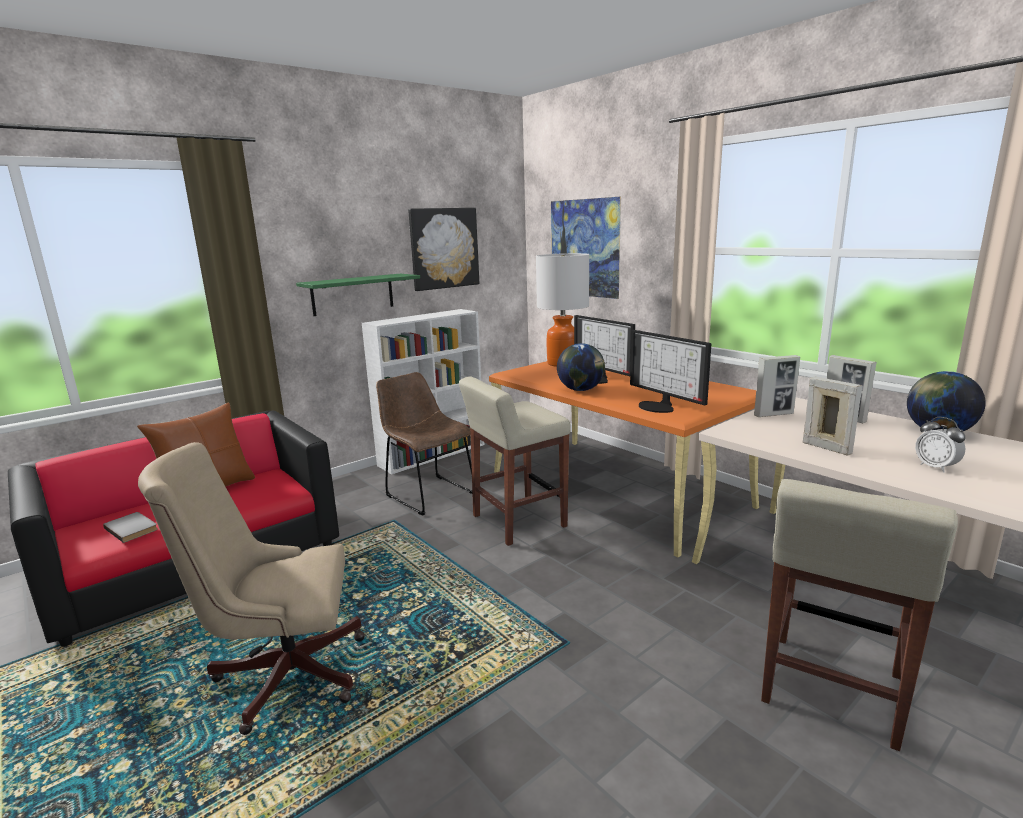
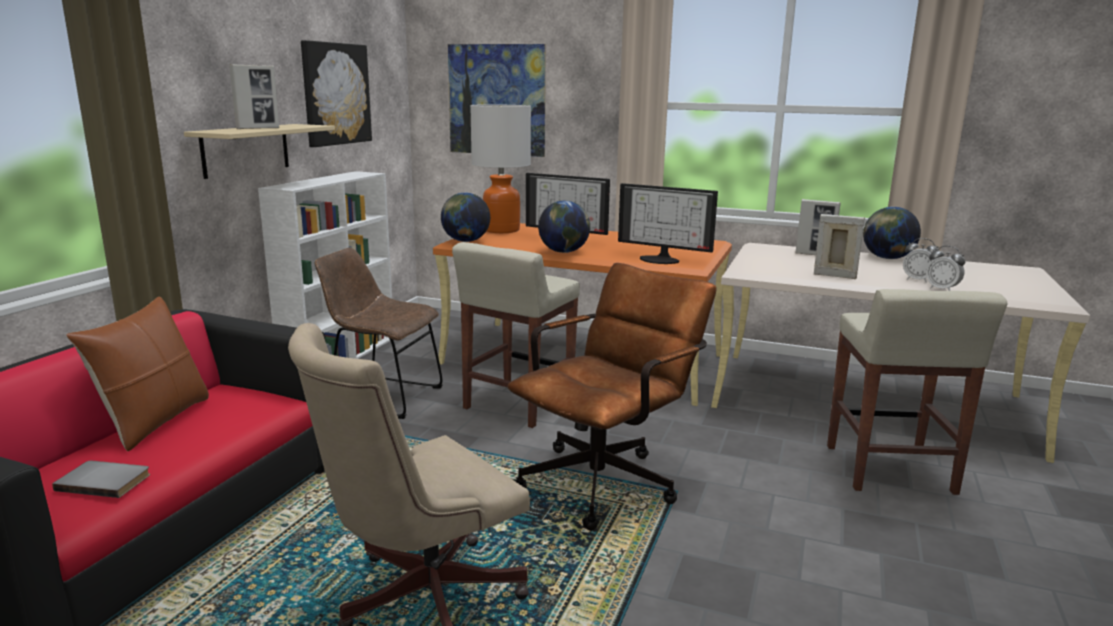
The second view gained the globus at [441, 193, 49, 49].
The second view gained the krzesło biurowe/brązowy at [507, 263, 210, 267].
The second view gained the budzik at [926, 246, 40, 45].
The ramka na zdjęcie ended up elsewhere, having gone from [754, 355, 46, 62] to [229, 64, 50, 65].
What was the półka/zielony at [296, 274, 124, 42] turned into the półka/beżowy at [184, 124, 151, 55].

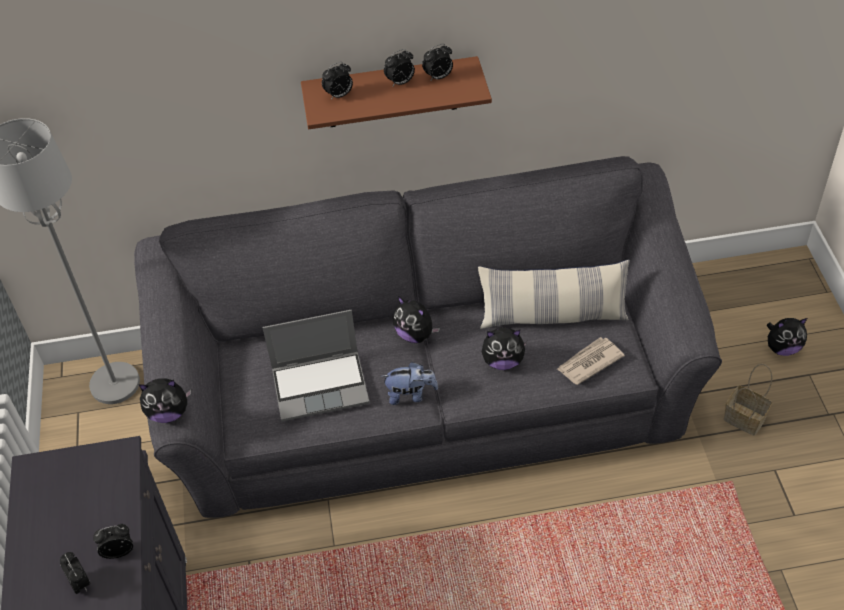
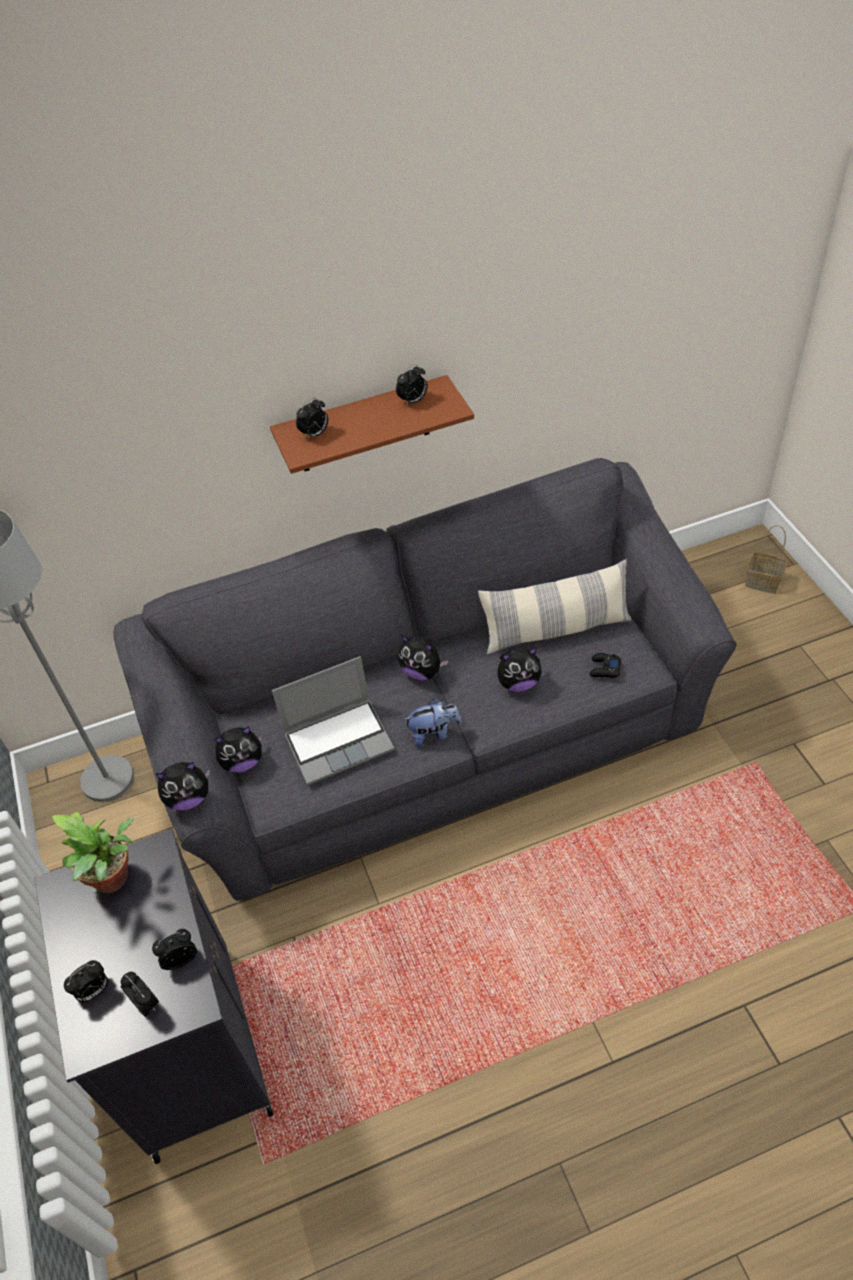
The second view gained the roślina doniczkowa at [51, 812, 83, 81].
The budzik ended up elsewhere, having gone from [384, 49, 31, 37] to [64, 960, 44, 43].
The koszyk ended up elsewhere, having gone from [724, 364, 49, 72] to [745, 525, 42, 69].
The pluszak ended up elsewhere, having gone from [767, 318, 40, 38] to [215, 726, 47, 47].
Where the gazeta stood at [557, 337, 68, 48], the pad do gier/czarny came to stand at [590, 653, 31, 25].

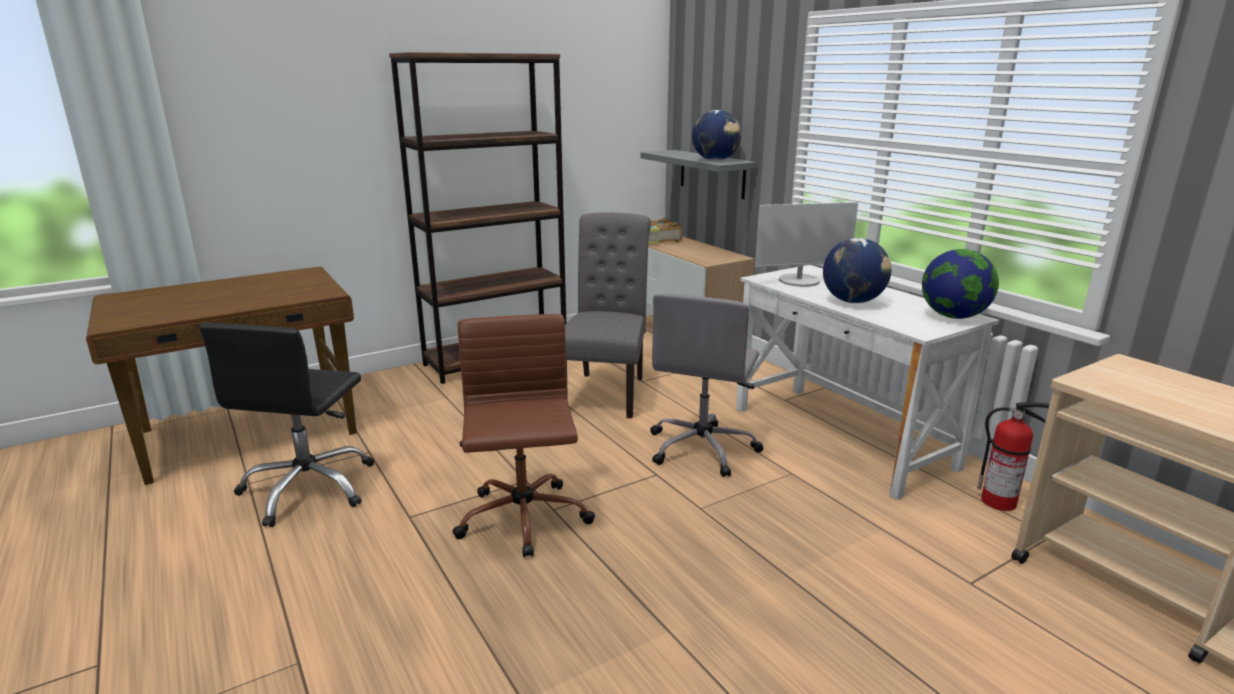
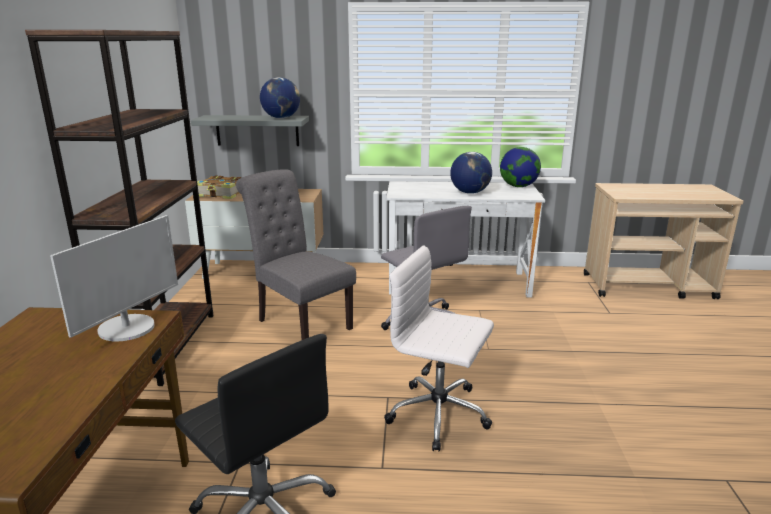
The second view lost the gaśnica at [977, 402, 72, 109].
The monitor ended up elsewhere, having gone from [755, 202, 103, 85] to [50, 215, 128, 126].
What was the krzesło biurowe/brązowy at [452, 314, 143, 244] turned into the krzesło biurowe/biały at [384, 245, 110, 207].

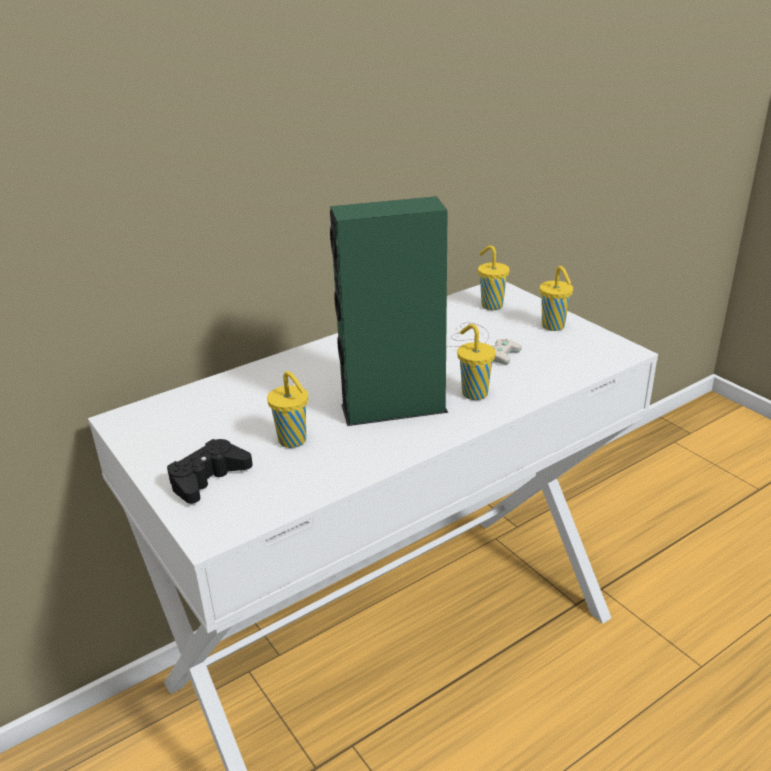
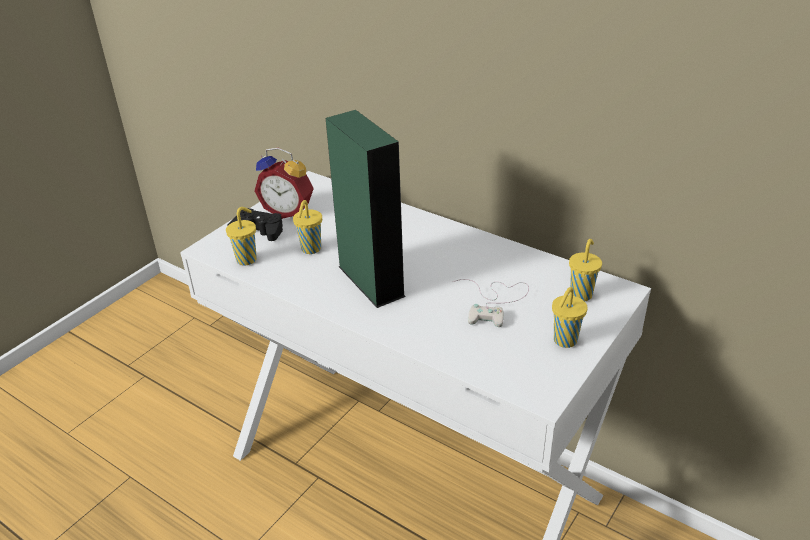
The second view gained the budzik at [254, 148, 60, 71].
The filiżanka/żółty ended up elsewhere, having gone from [457, 324, 38, 76] to [226, 207, 31, 58].

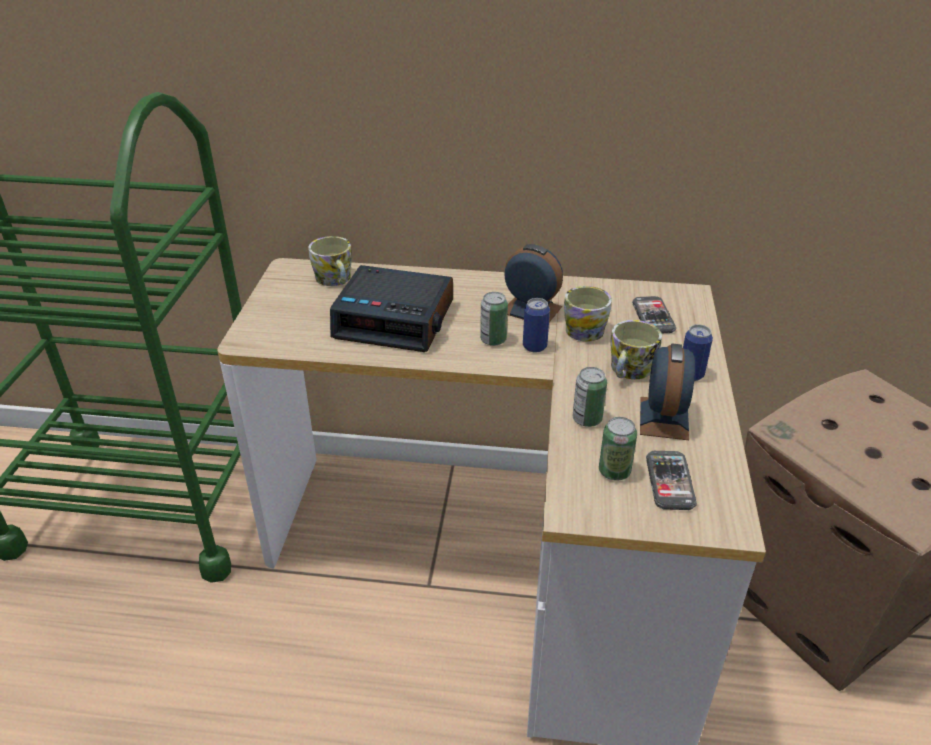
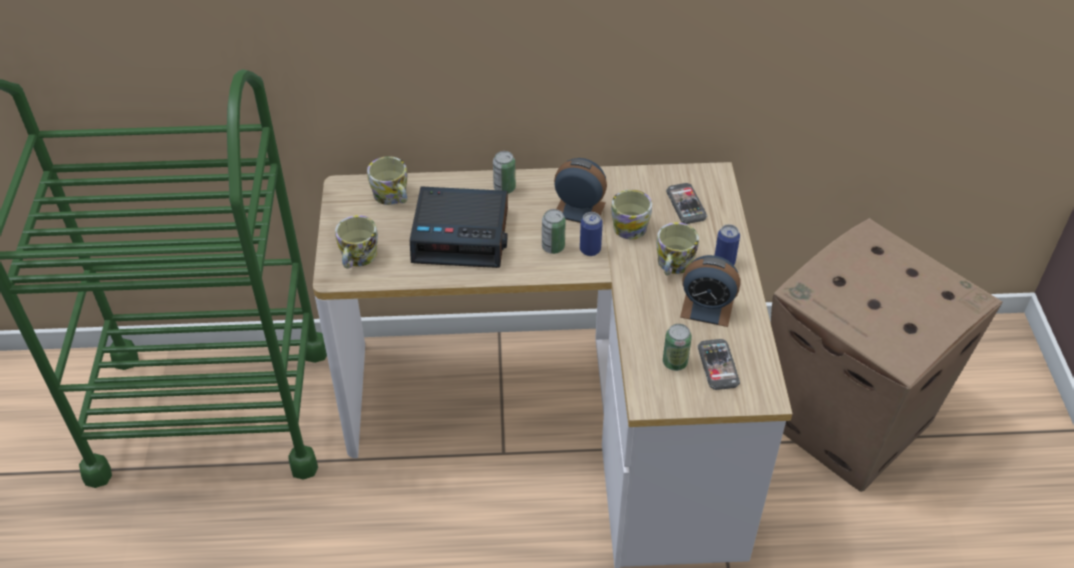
The second view gained the kubek at [335, 215, 43, 54].
The puszka ended up elsewhere, having gone from [573, 367, 34, 60] to [493, 151, 23, 43].
The budzik at [640, 344, 55, 96] ended up facing another way, 105 degrees clockwise from before.

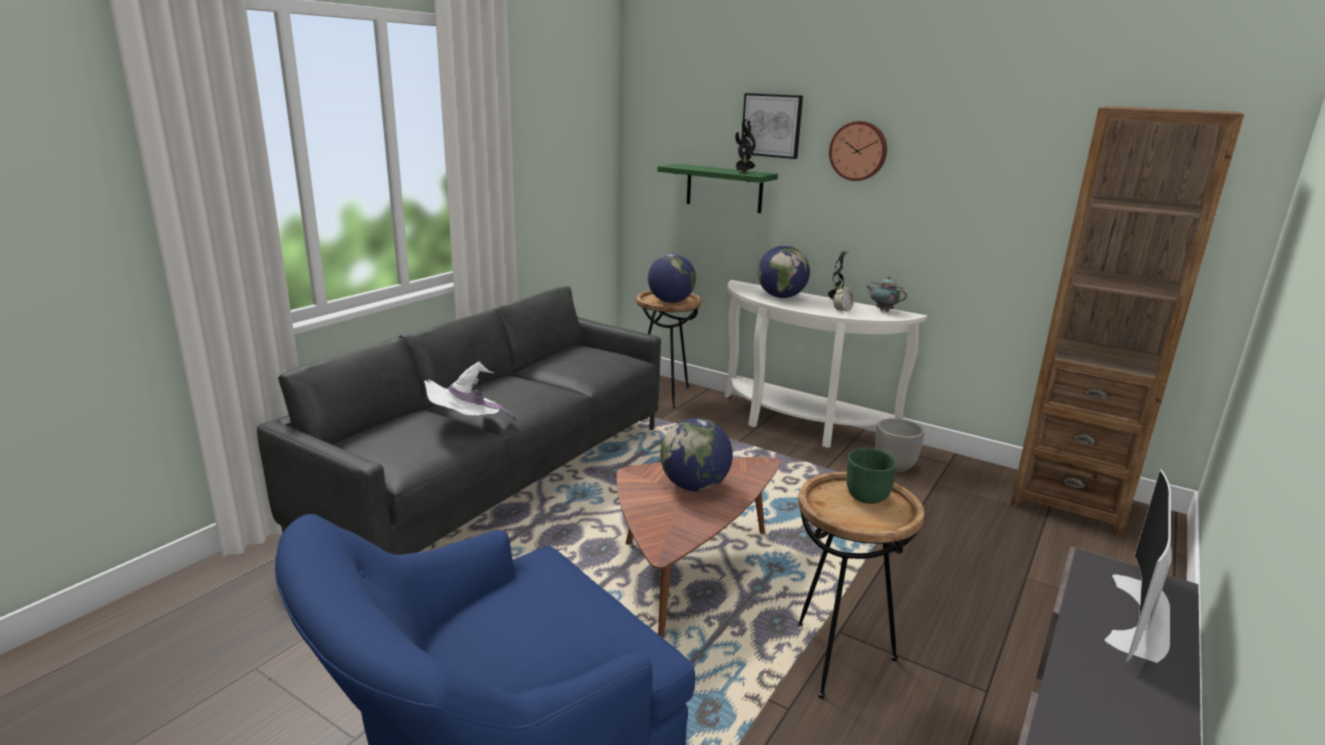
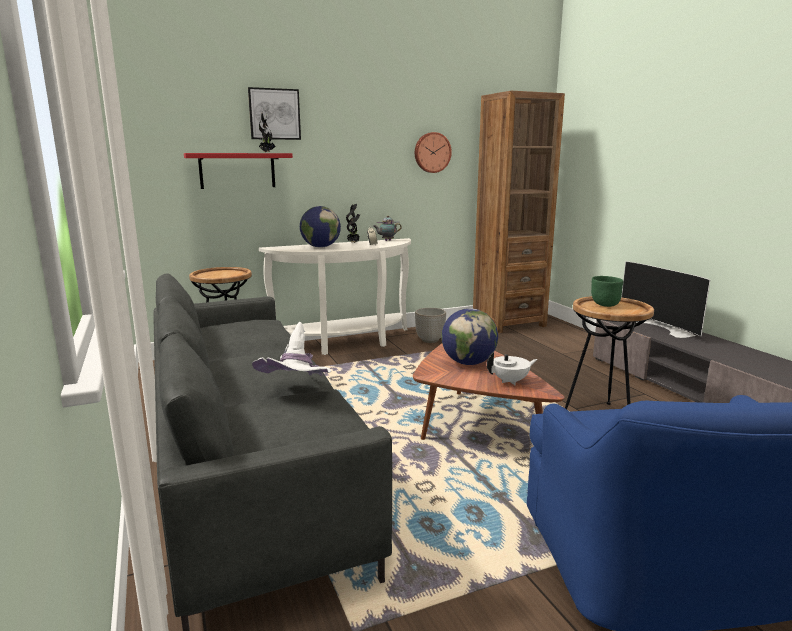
The second view lost the globus at [648, 254, 48, 49].
The second view gained the imbryk/biały at [487, 352, 51, 33].
The zegar ścienny ended up elsewhere, having gone from [829, 121, 58, 60] to [415, 132, 37, 41].
What was the półka/zielony at [657, 164, 121, 49] turned into the półka/czerwony at [184, 153, 109, 36].

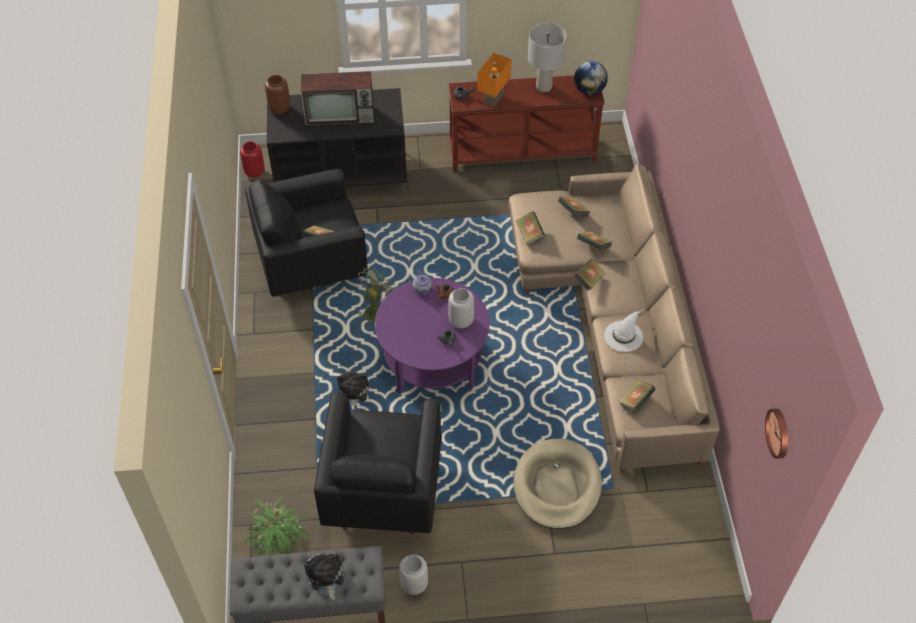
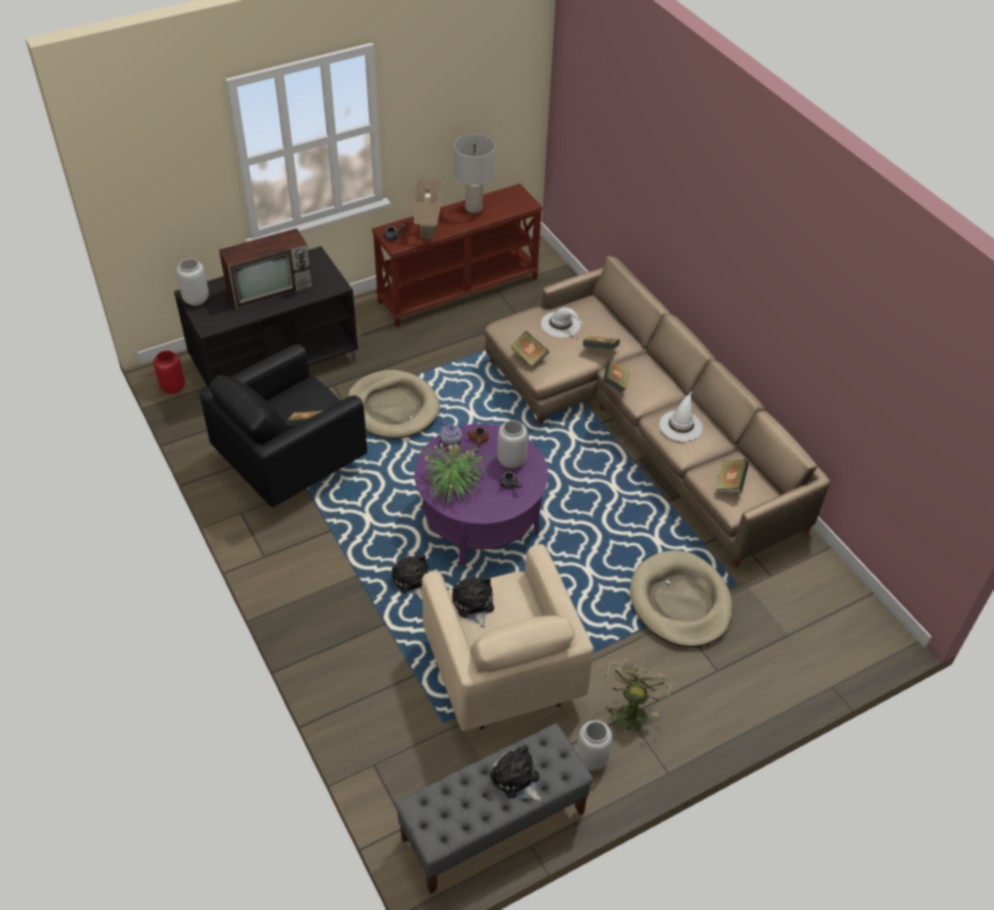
The second view lost the globus at [574, 61, 34, 34].
The second view lost the zegar ścienny at [765, 408, 23, 51].
The second view gained the legowisko/beżowy at [348, 370, 92, 69].
The second view gained the pluszak at [452, 576, 42, 52].
The roślina doniczkowa ended up elsewhere, having gone from [243, 496, 68, 60] to [418, 441, 75, 68].
The wentylator/zielony ended up elsewhere, having gone from [358, 266, 38, 57] to [605, 659, 67, 77].
Where the książka stood at [558, 197, 32, 19], the kapelusz/biały came to stand at [541, 307, 42, 30].
What was the wazon/brązowy at [265, 75, 25, 39] turned into the wazon/szary at [176, 259, 33, 47].
What was the fotel/czarny at [314, 393, 128, 141] turned into the fotel/beżowy at [422, 544, 172, 187].
What was the lampa stołowa/pomarańczowy at [477, 53, 35, 54] turned into the lampa stołowa/beżowy at [413, 180, 28, 59].

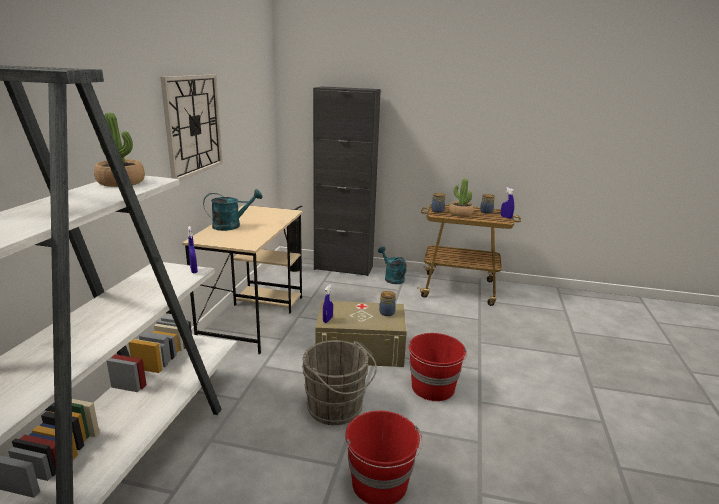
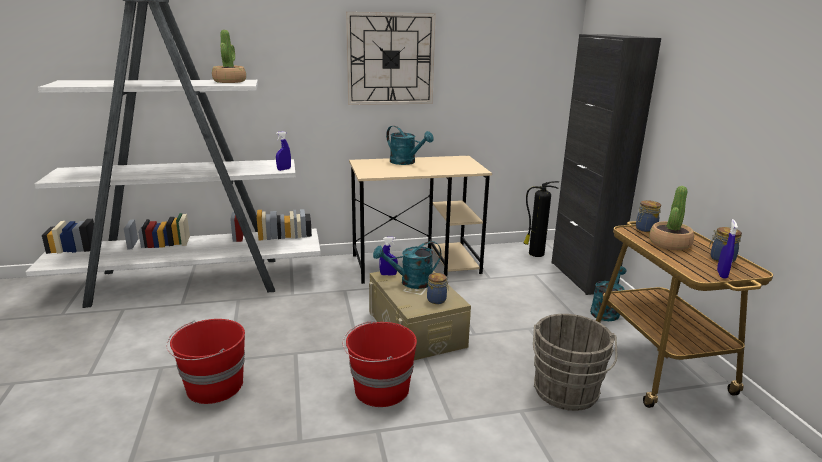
The second view gained the konewka/turkusowy at [373, 241, 68, 48].
The wiadro/szary ended up elsewhere, having gone from [302, 340, 75, 85] to [533, 314, 85, 97].

